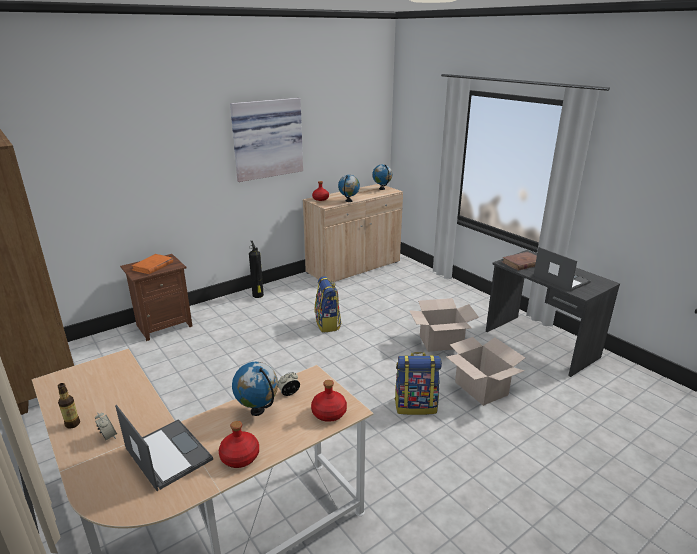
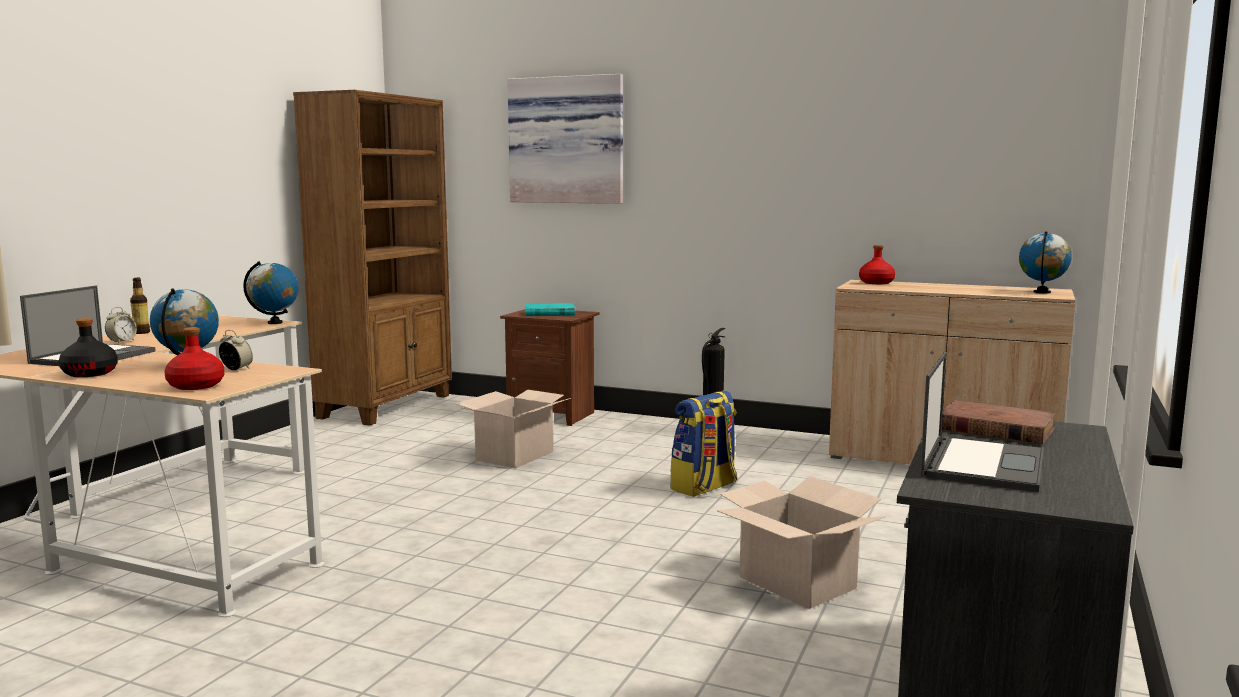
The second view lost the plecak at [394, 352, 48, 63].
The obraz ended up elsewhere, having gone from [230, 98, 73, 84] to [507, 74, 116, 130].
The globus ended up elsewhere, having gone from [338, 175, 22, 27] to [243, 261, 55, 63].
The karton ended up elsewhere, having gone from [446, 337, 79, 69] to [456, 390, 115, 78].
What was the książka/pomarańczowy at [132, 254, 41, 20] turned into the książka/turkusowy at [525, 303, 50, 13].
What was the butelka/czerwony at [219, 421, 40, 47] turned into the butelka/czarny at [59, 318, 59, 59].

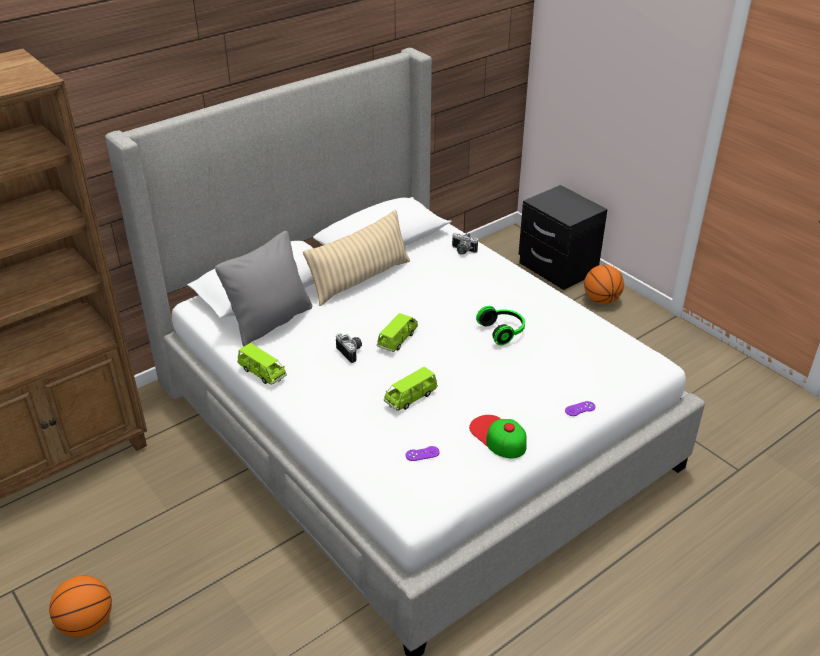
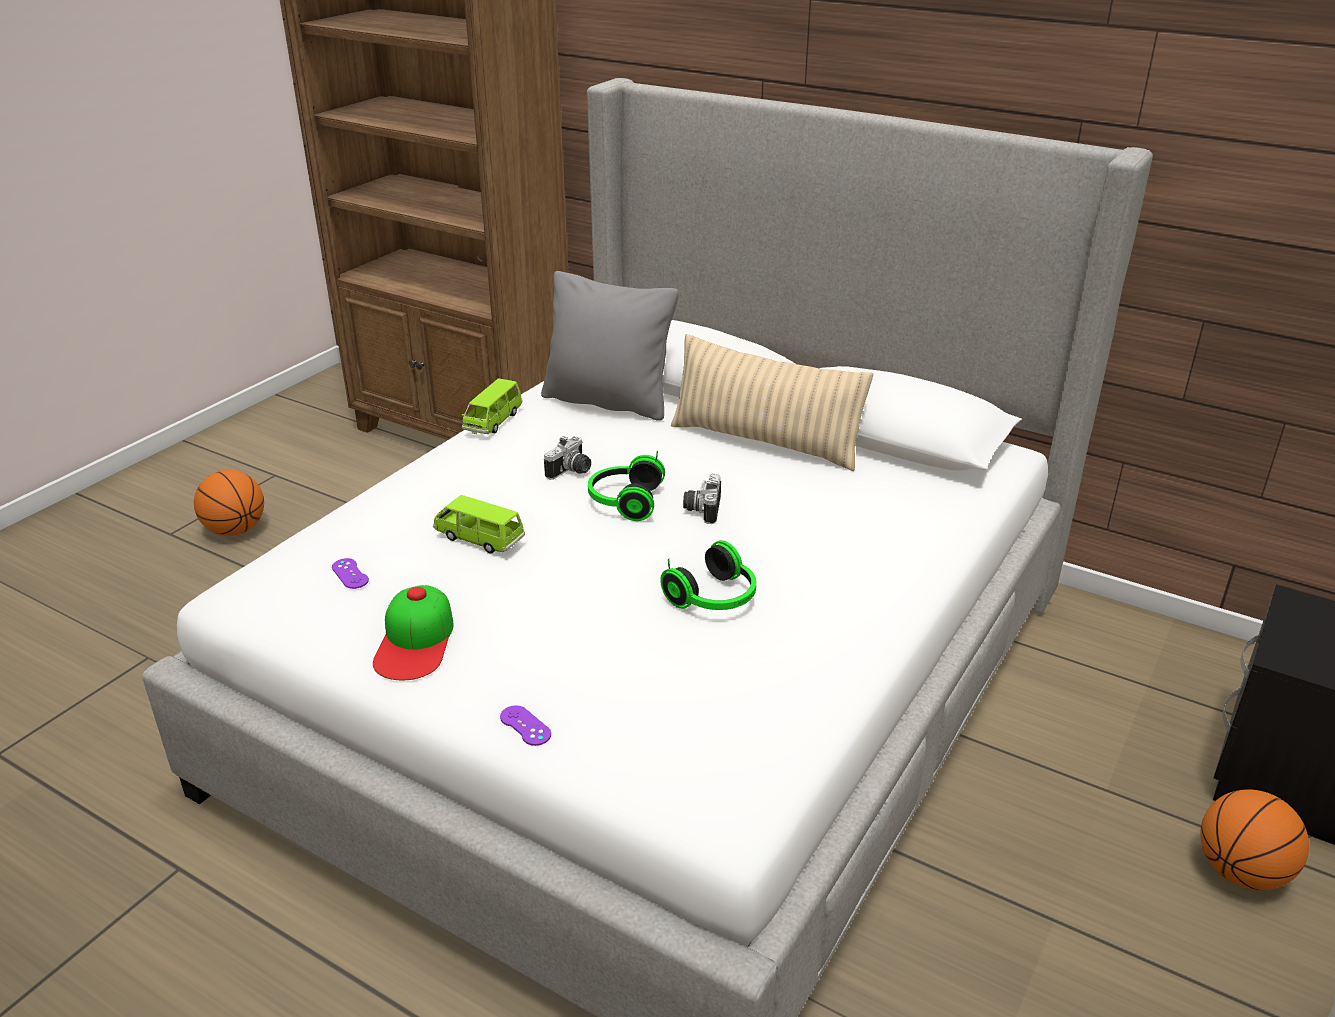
The aparat fotograficzny ended up elsewhere, having gone from [452, 232, 26, 23] to [683, 474, 38, 50].
Where the samochodzik/zielony stood at [377, 313, 41, 39], the słuchawki came to stand at [588, 451, 77, 70].
The czapka z daszkiem at [469, 415, 58, 43] ended up facing another way, 150 degrees clockwise from before.

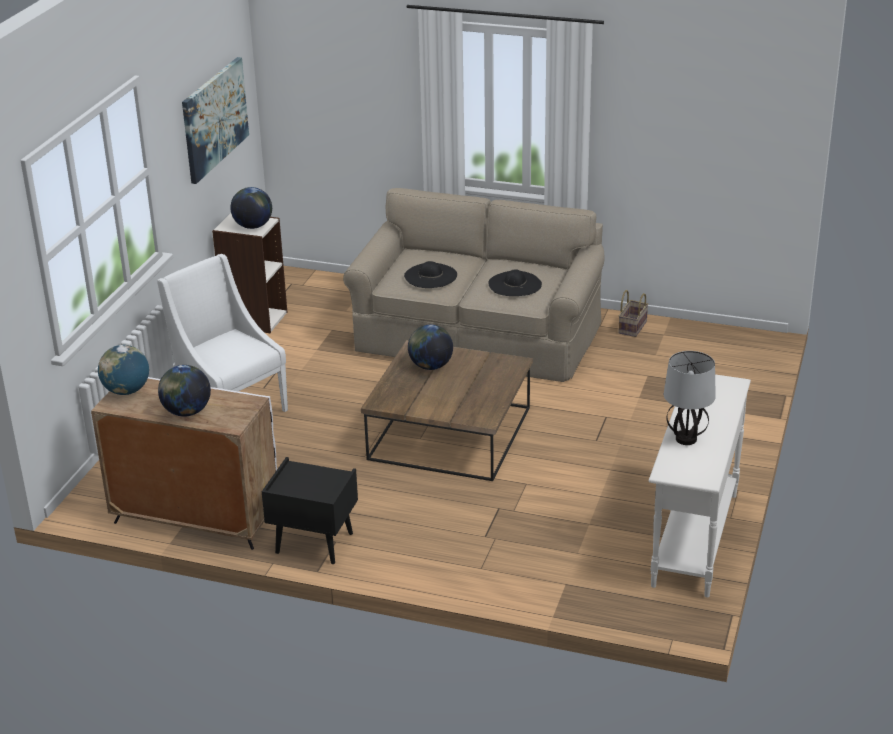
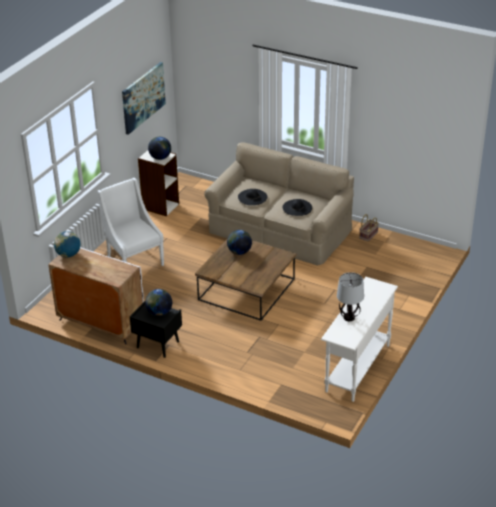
The globus ended up elsewhere, having gone from [158, 365, 53, 52] to [145, 289, 27, 27].

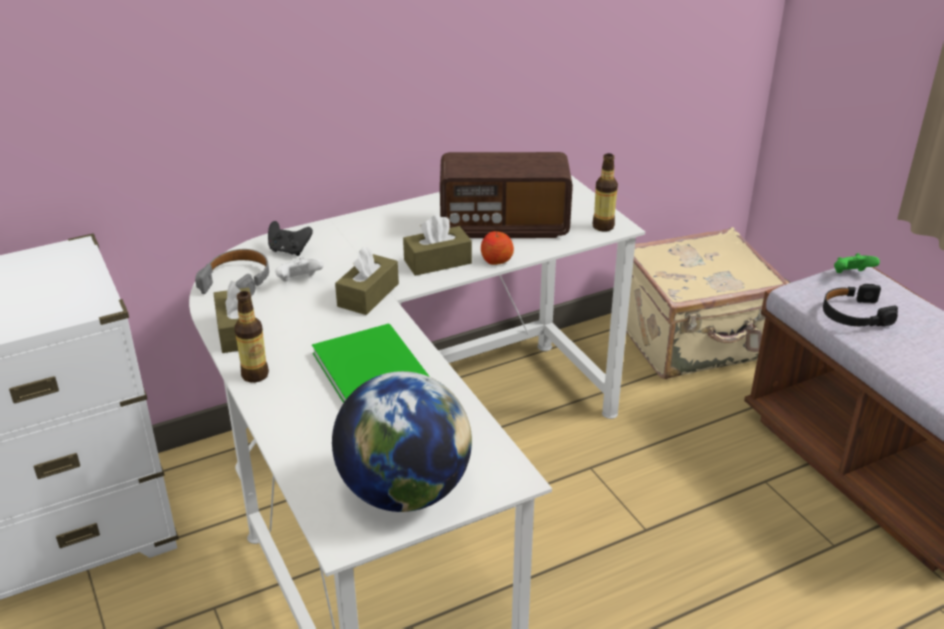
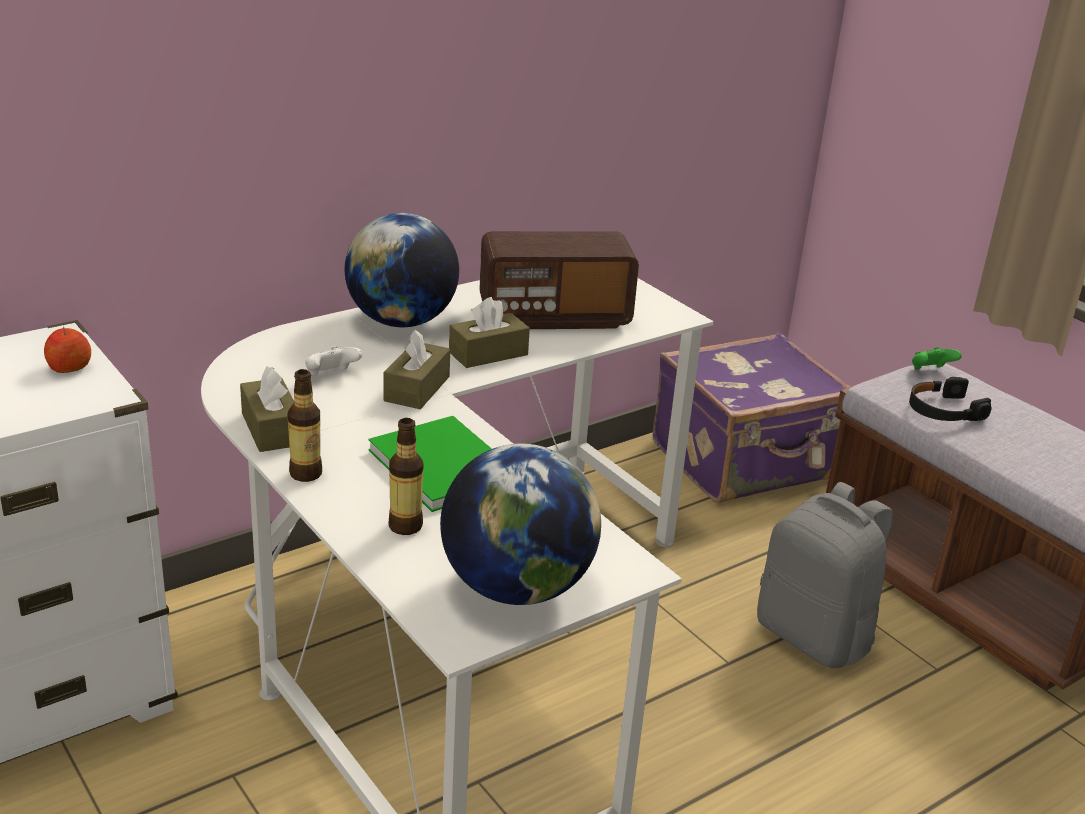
The second view lost the słuchawki/szary at [195, 249, 74, 47].
The second view lost the pad do gier/czarny at [268, 221, 45, 35].
The second view gained the globus at [345, 213, 114, 114].
The second view gained the plecak/szary at [757, 482, 136, 186].
The jabłko ended up elsewhere, having gone from [481, 231, 33, 34] to [44, 327, 47, 46].
The butelka ended up elsewhere, having gone from [593, 153, 25, 78] to [388, 418, 36, 117].
What was the walizka/beżowy at [626, 227, 163, 152] turned into the walizka/fioletowy at [653, 333, 198, 170].

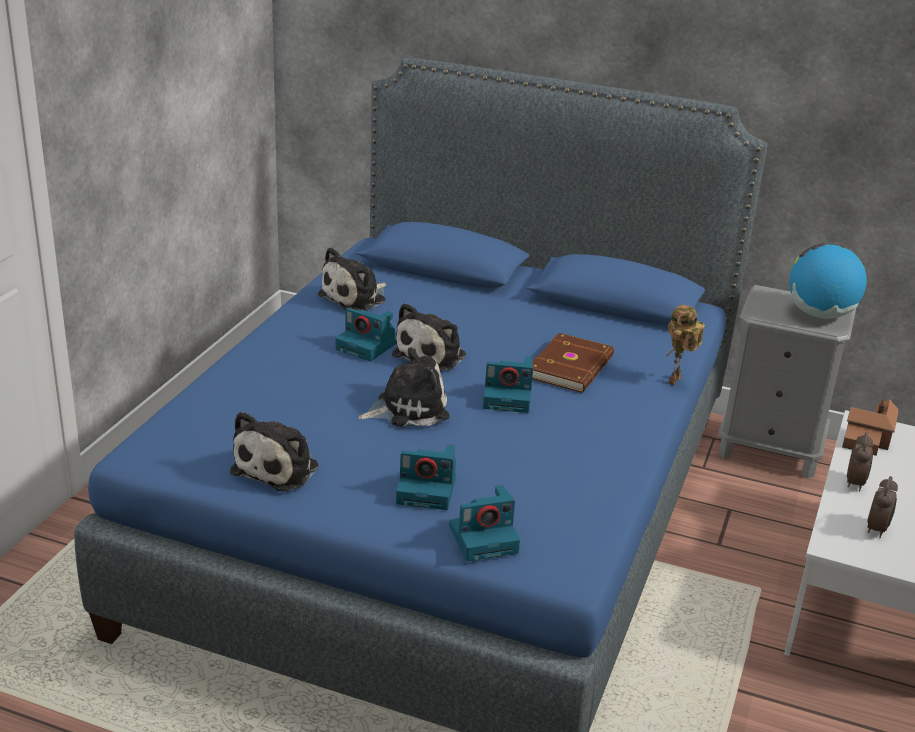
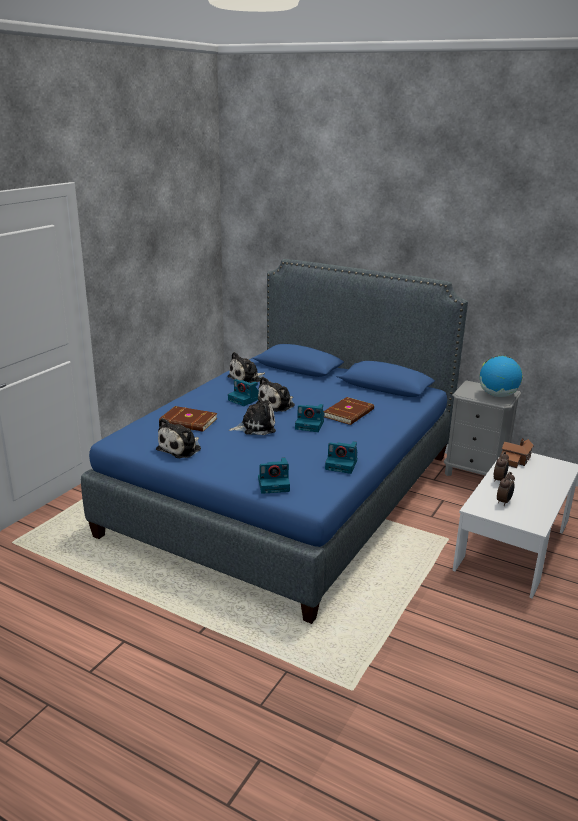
The second view lost the robot zabawkowy at [667, 305, 38, 80].
The second view gained the książka/brązowy at [159, 406, 58, 26].
The aparat fotograficzny ended up elsewhere, having gone from [396, 444, 60, 66] to [325, 441, 32, 33].

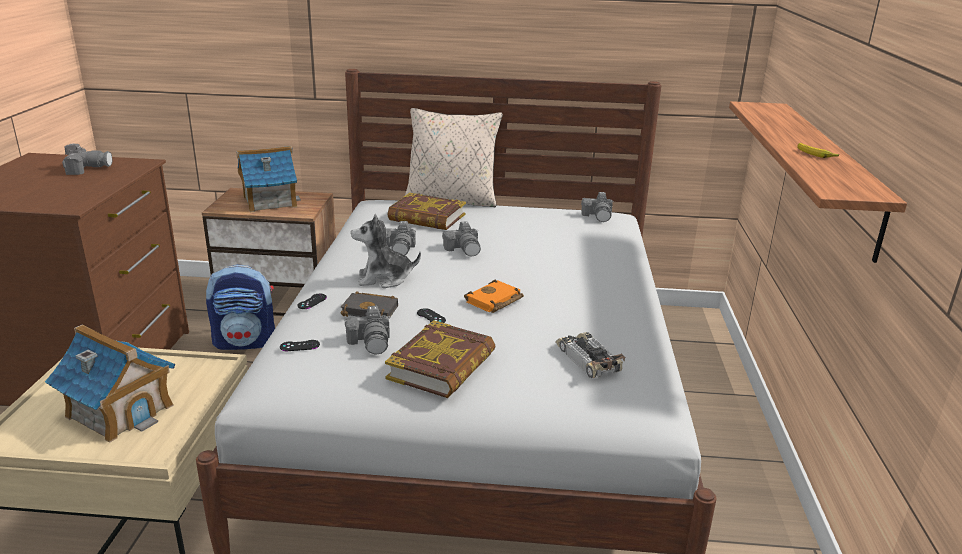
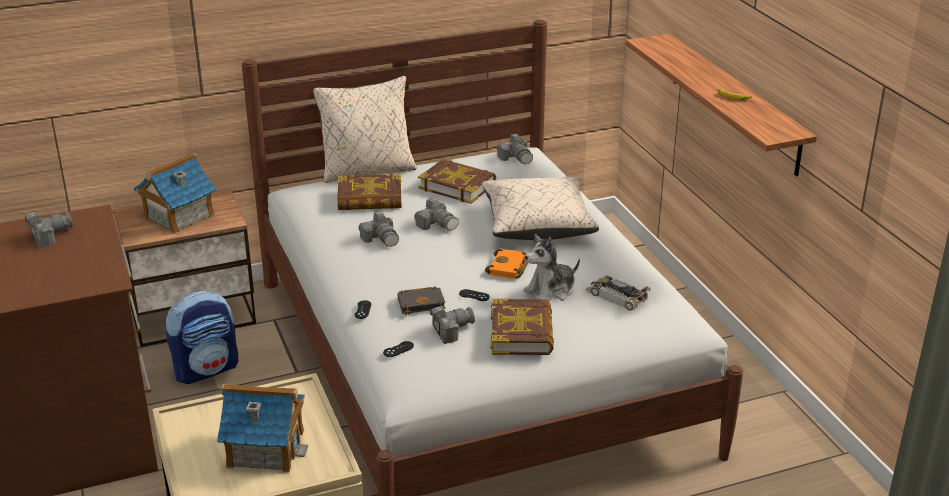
The second view gained the książka at [418, 159, 78, 45].
The second view gained the poduszka/beżowy at [482, 177, 117, 63].
The pluszak ended up elsewhere, having gone from [351, 214, 70, 74] to [524, 234, 56, 67].
The aparat fotograficzny at [345, 306, 45, 49] ended up facing another way, 75 degrees counterclockwise from before.

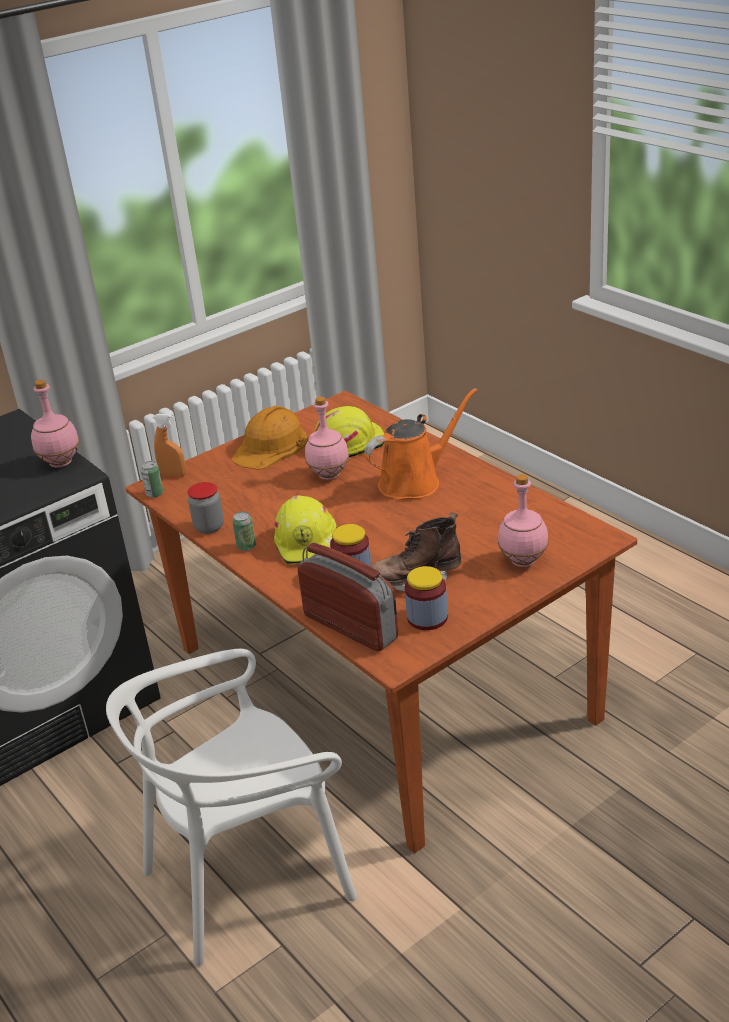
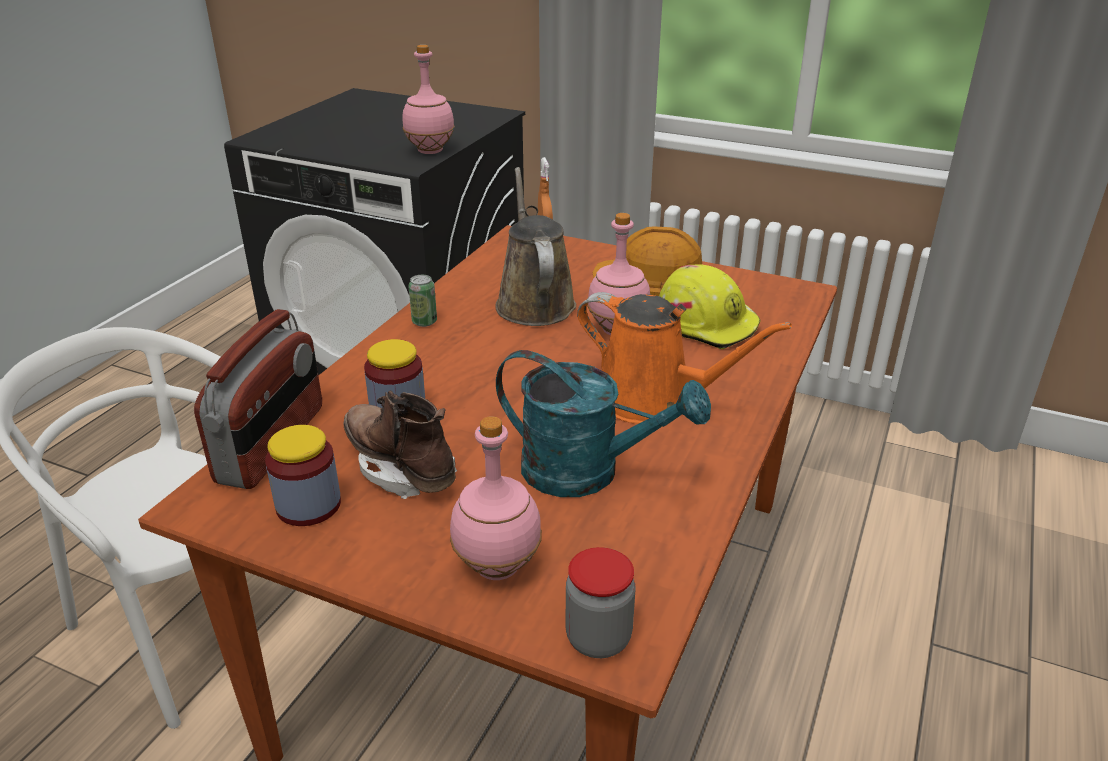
The second view lost the puszka at [140, 461, 23, 37].
The second view lost the kask/żółty at [274, 495, 63, 69].
The second view gained the konewka/brązowy at [495, 167, 81, 159].
The second view gained the konewka/turkusowy at [496, 350, 215, 147].
The słoik ended up elsewhere, having gone from [188, 482, 36, 52] to [565, 547, 71, 111].

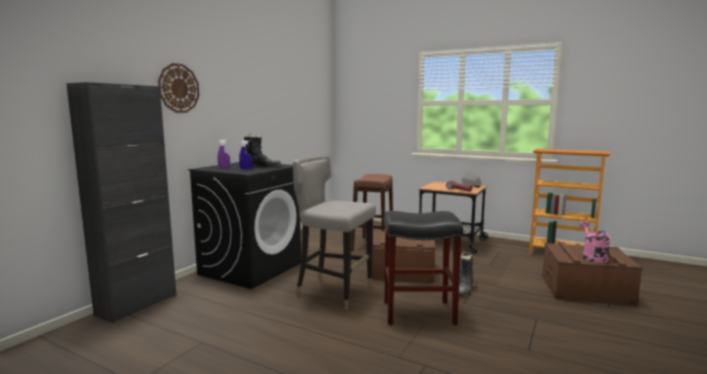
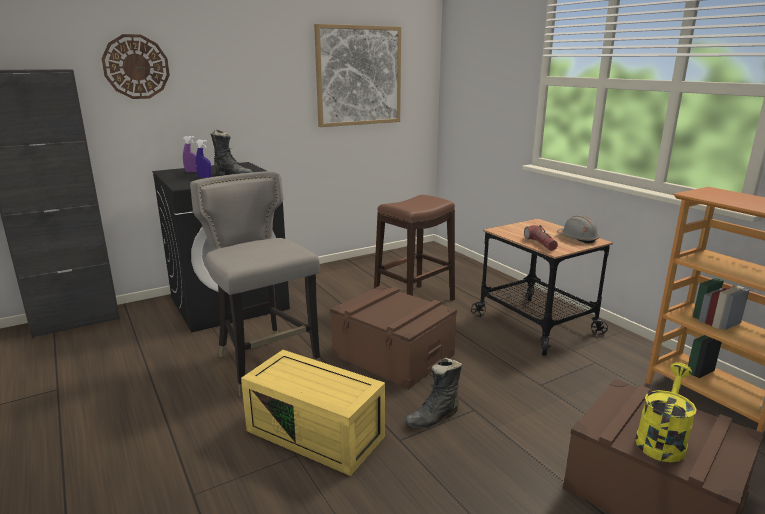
The second view gained the obraz at [314, 24, 87, 103].
Where the stołek/czarny stood at [384, 211, 79, 114], the pojemnik do przechowywania/żółty came to stand at [241, 350, 144, 126].
What was the konewka/różowy at [580, 221, 31, 42] turned into the konewka/żółty at [635, 363, 62, 99].

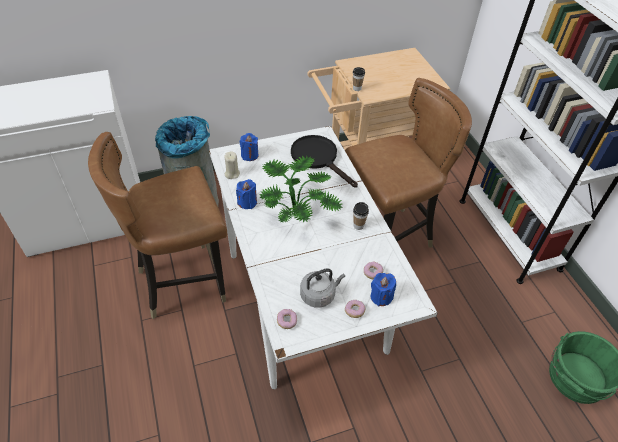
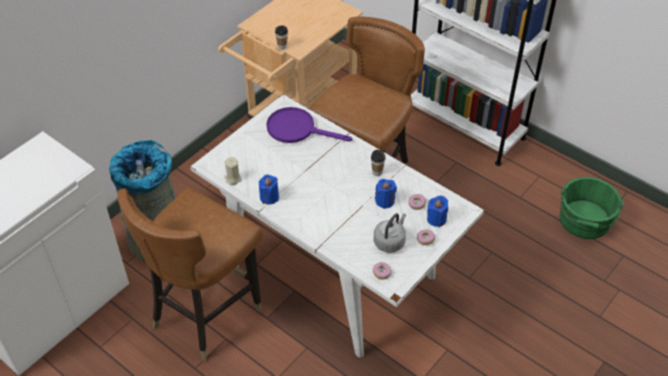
The second view lost the roślina doniczkowa at [259, 156, 84, 67].
The świeca/niebieski ended up elsewhere, having gone from [240, 133, 19, 28] to [375, 179, 22, 30].
What was the patelnia/czarny at [291, 135, 67, 53] turned into the patelnia/fioletowy at [266, 107, 86, 36].

